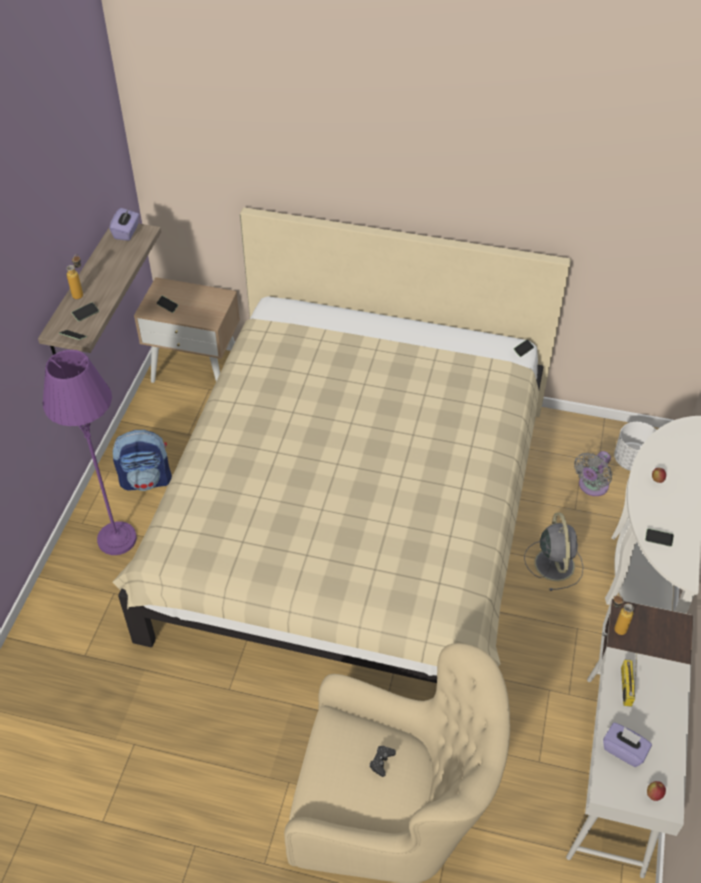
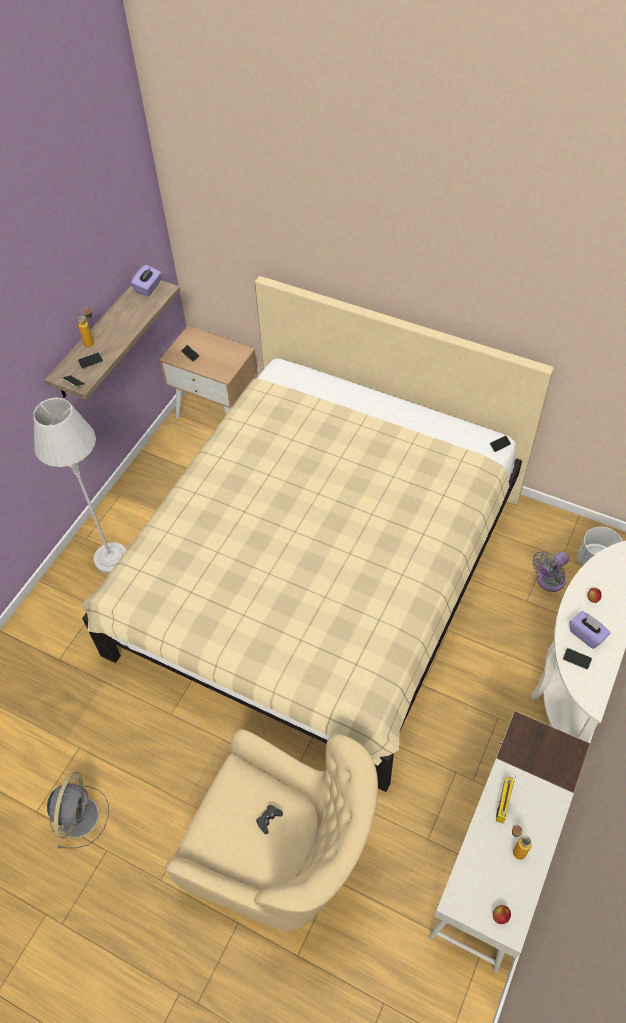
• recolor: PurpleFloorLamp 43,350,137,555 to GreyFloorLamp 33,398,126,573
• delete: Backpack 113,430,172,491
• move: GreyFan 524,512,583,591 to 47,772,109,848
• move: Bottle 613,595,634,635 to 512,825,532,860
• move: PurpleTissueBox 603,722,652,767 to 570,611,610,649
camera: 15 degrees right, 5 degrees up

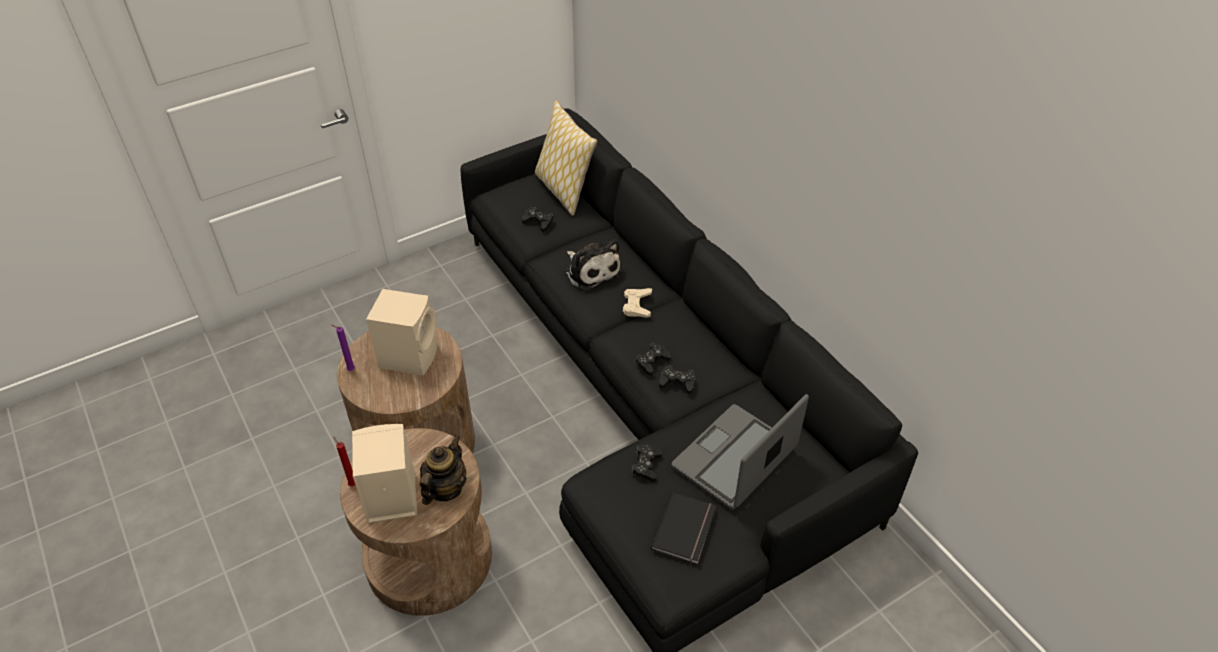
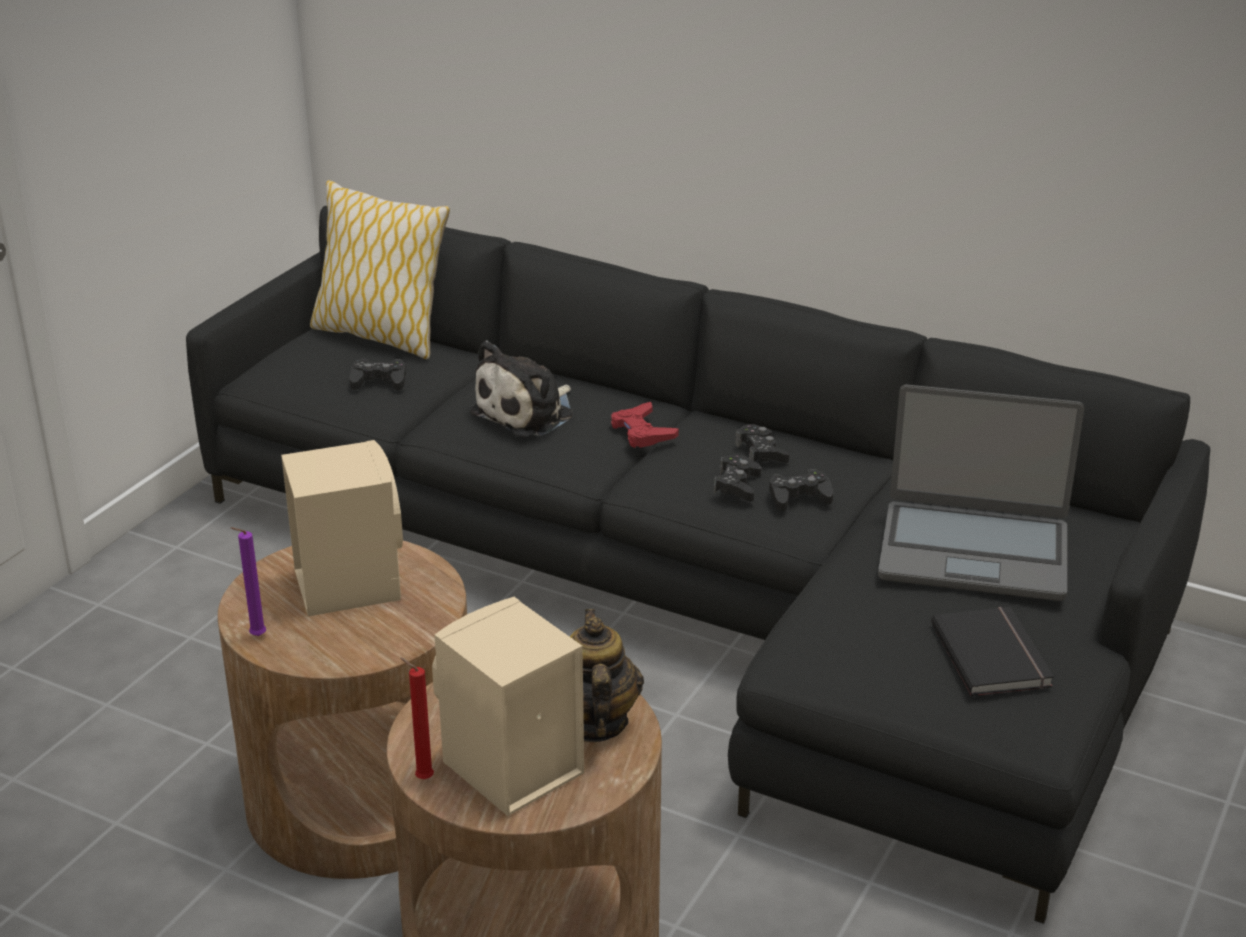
• rotate: PlushToy 564,239,622,292 = 470,340,573,437 105 degrees clockwise
• recolor: BeigeGameController 623,288,652,318 to RedGameController 611,402,679,448
• rotate: Laptop 671,394,809,510 = 878,385,1084,601 90 degrees counterclockwise
• move: BlackGameController 632,444,662,482 to 735,424,789,463
camera: 30 degrees left, 15 degrees down

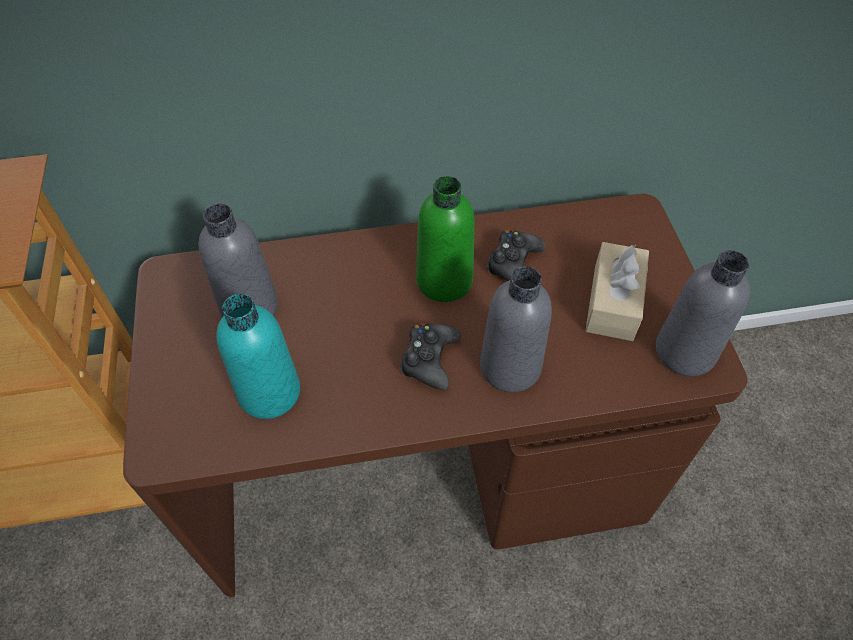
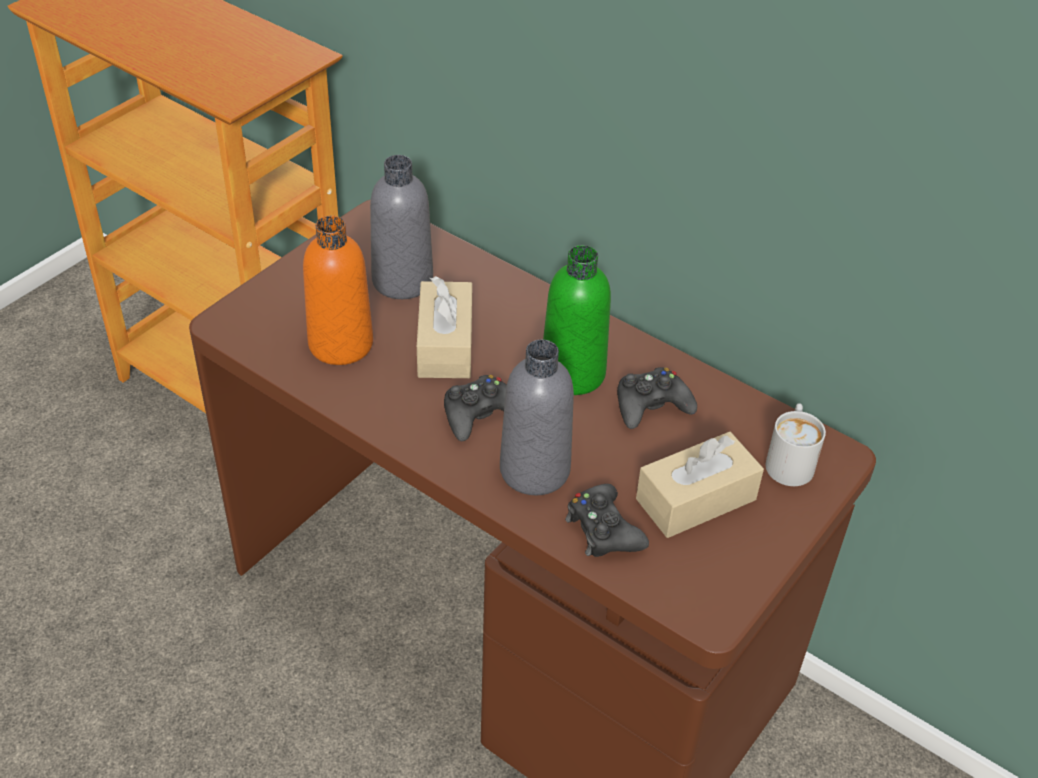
• delete: GreyBottle 656,250,750,376
• recolor: TurquoiseBottle 216,294,300,419 to OrangeBottle 303,216,373,365
• insert: BeigeTissueBox 417,276,472,378
• insert: WhiteMug 766,403,826,486
• insert: BlackGameController 565,484,649,557
camera: 45 degrees right, 10 degrees down

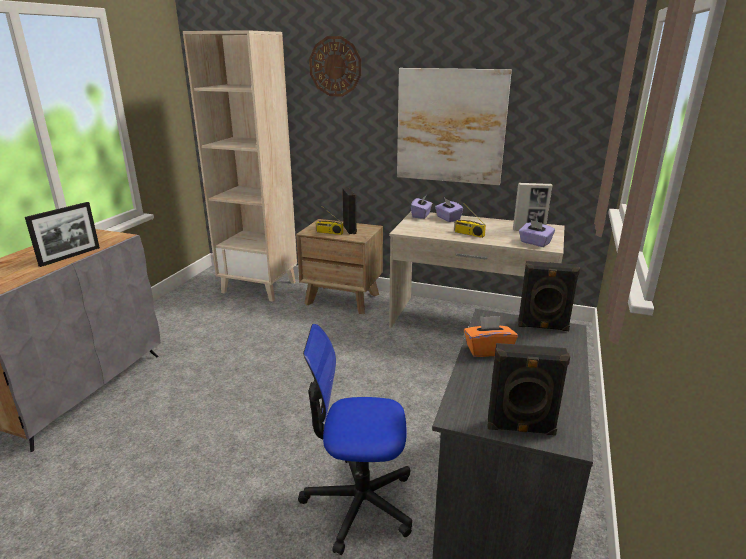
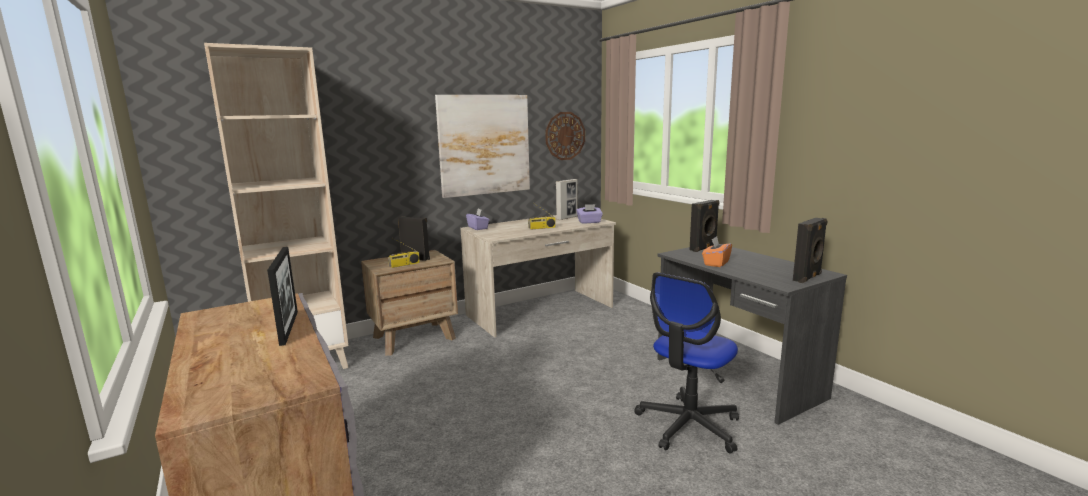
• move: WallClock 309,36,361,97 to 545,112,585,160
• delete: PurpleTissueBox 435,198,463,222
camera: 50 degrees left, 10 degrees down

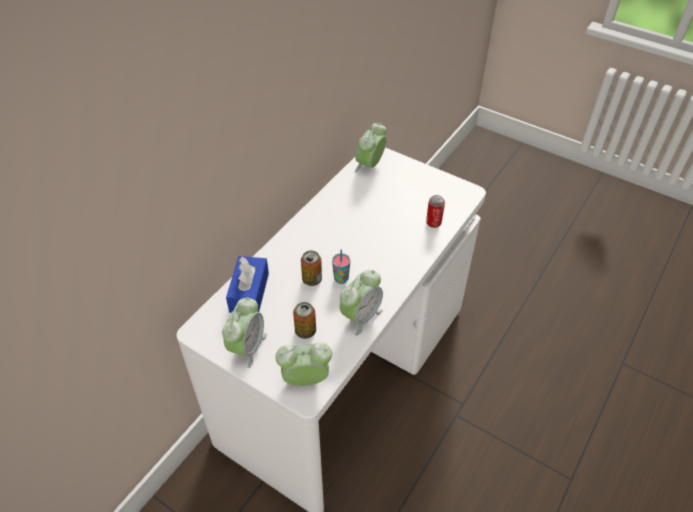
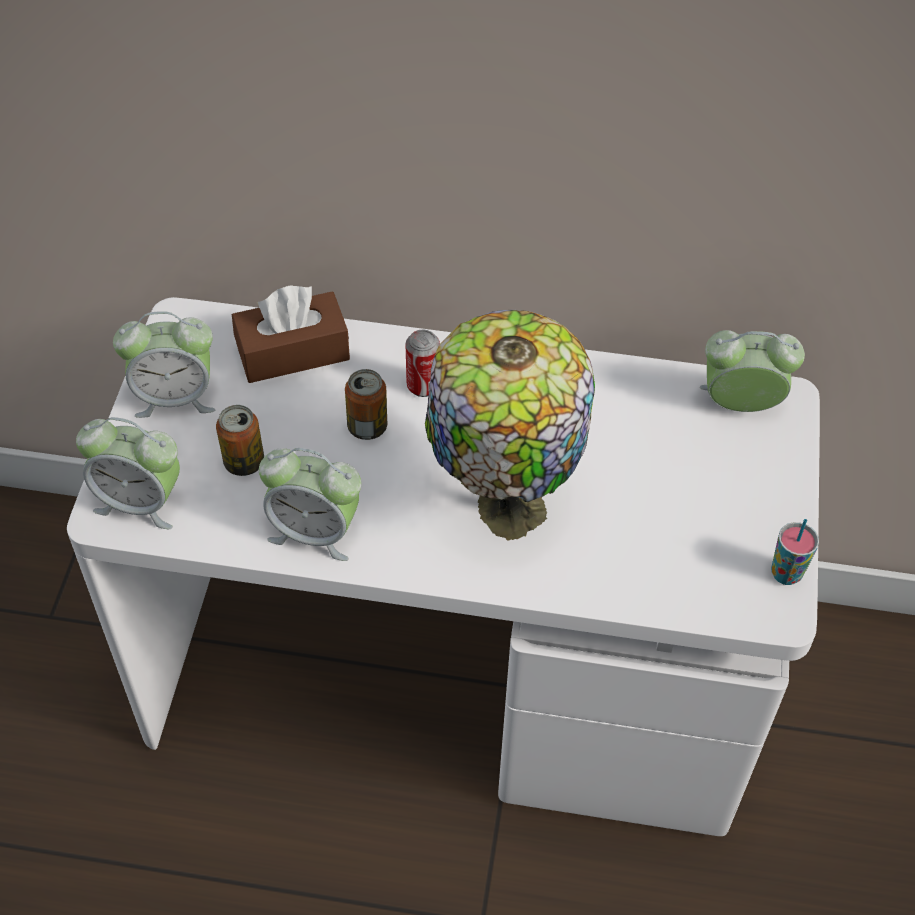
• move: Can 426,195,445,228 to 405,329,440,397
• move: Cup 332,249,350,284 to 771,519,819,585
• recolor: BlueTissueBox 226,256,269,313 to BrownTissueBox 232,285,350,383
• rotate: AlarmClock 275,342,332,386 = 76,417,180,529 135 degrees clockwise
• insert: TableLamp 425,310,595,541
camera: 65 degrees right, 5 degrees up

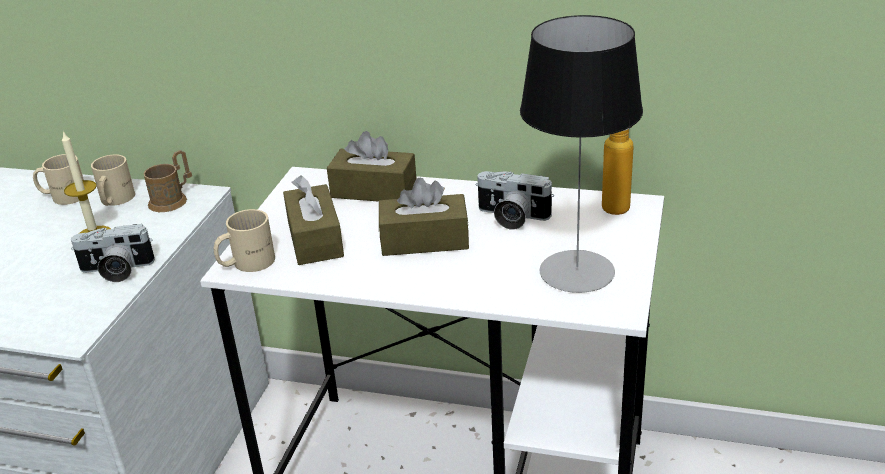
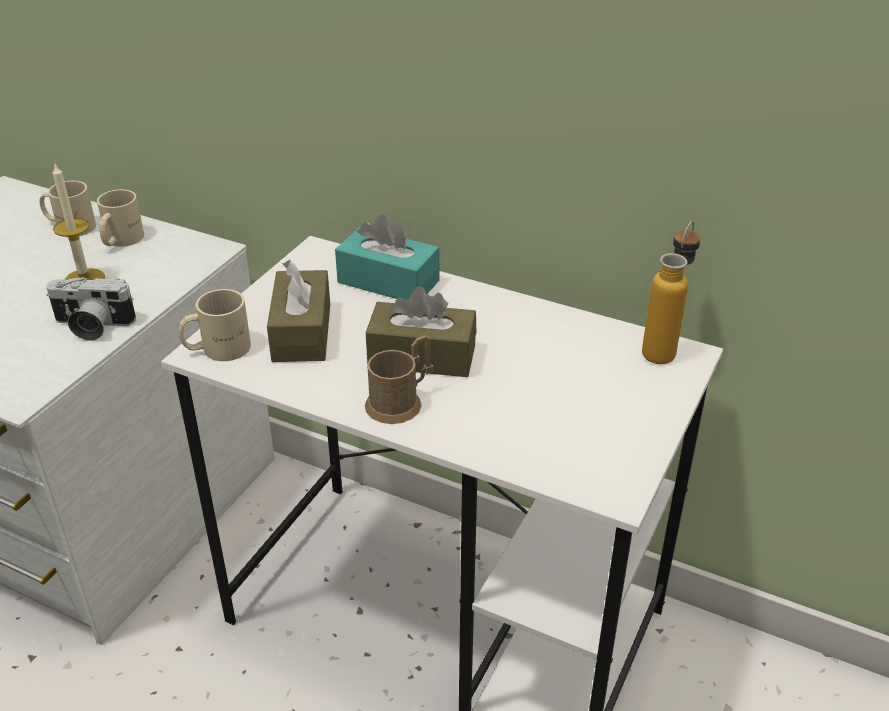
• delete: TableLamp 520,15,643,293
• recolor: BrownTissueBox 327,131,416,202 to TurquoiseTissueBox 335,215,439,300
• move: BrownMug 144,150,192,212 to 365,335,434,424
• delete: PhotoCamera 476,171,554,230
camera: 10 degrees right, 5 degrees up

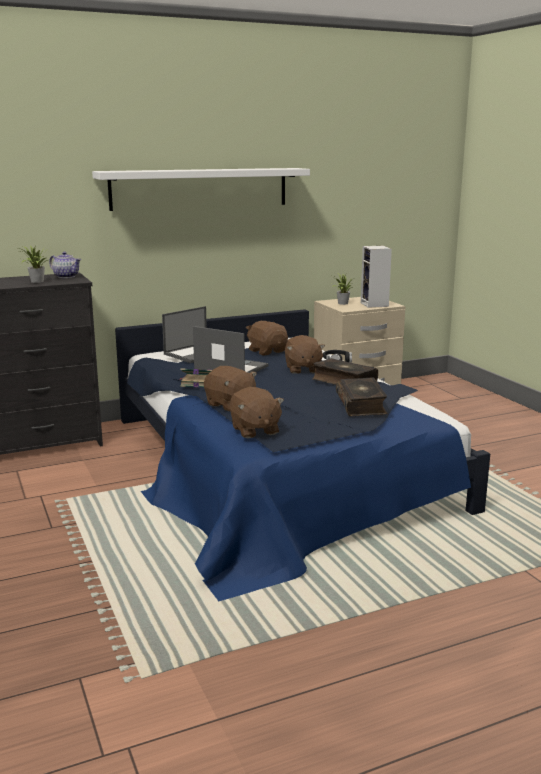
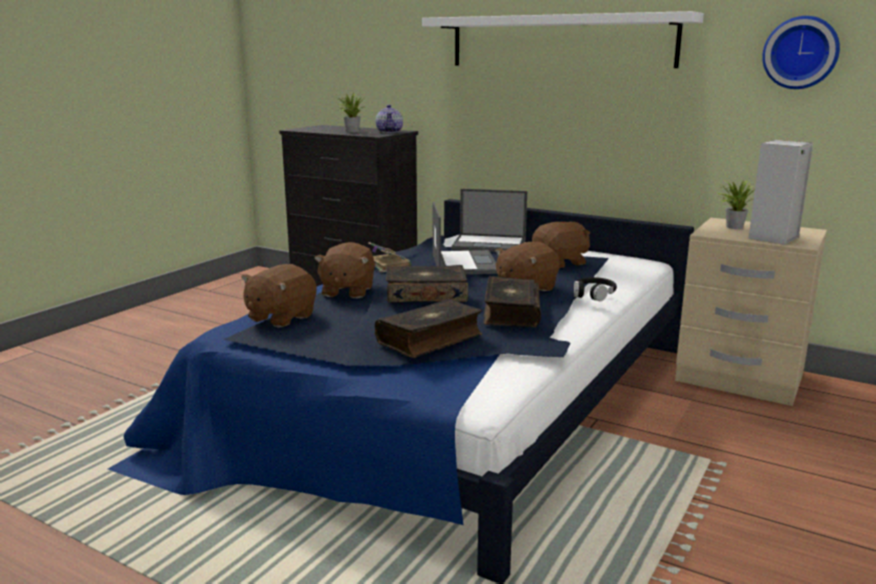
• rotate: BrownPlushToy 246,321,288,356 = 532,222,590,268 45 degrees clockwise
• insert: WallClock 762,16,840,89
• insert: Book 386,265,468,303
camera: 55 degrees right, 0 degrees up

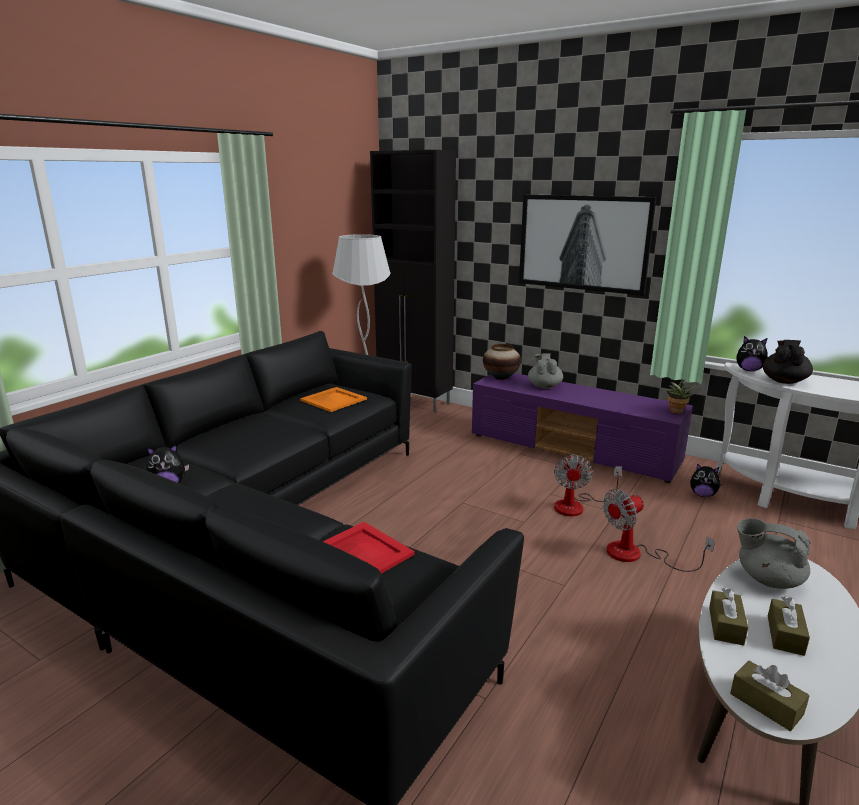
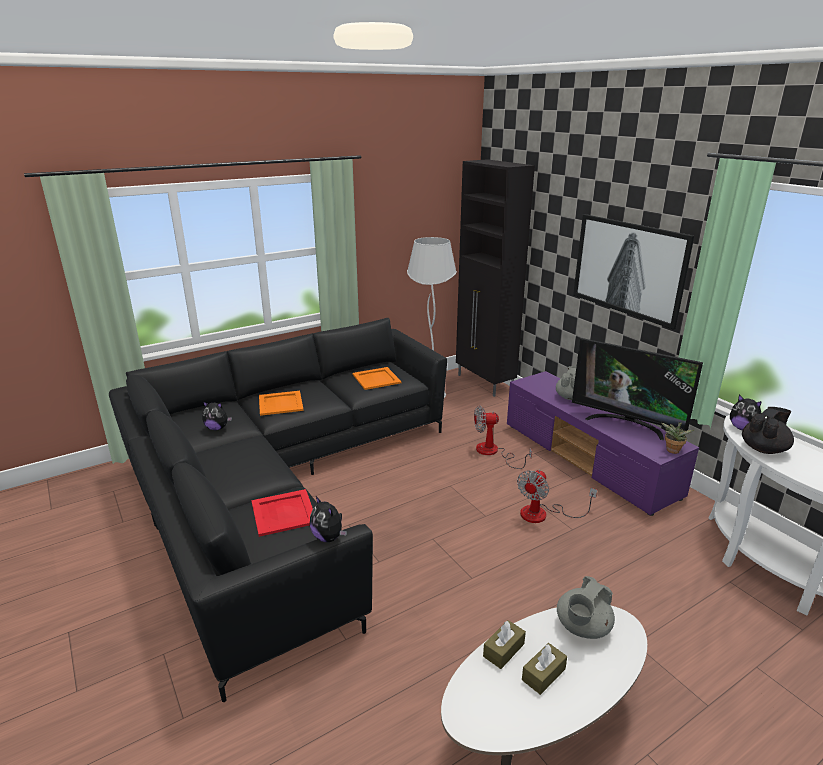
• delete: Vase 483,344,521,380
• move: PlushToy 690,464,722,497 to 310,496,347,542
• move: Fan 603,489,715,572 to 474,405,532,469
• rotate: GreyTeapot 737,518,811,589 = 557,576,615,639 105 degrees counterclockwise
• delete: BrownTissueBox 730,661,810,731
• insert: Television 572,338,703,440
• insert: OrangeTray 259,391,304,416
camera: 25 degrees right, 5 degrees up

